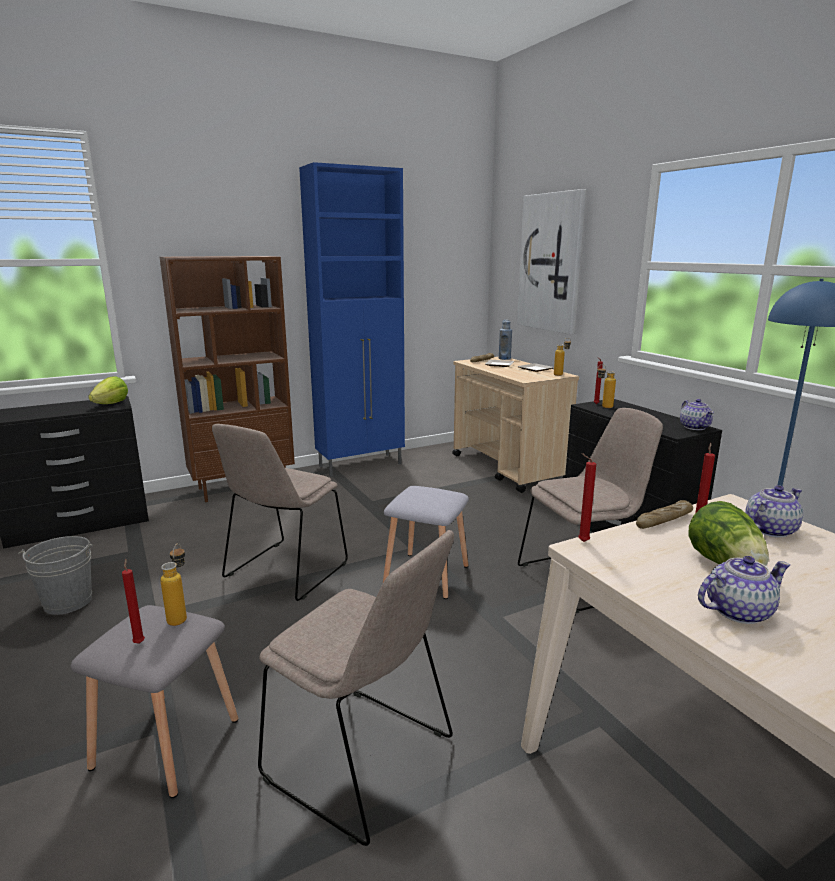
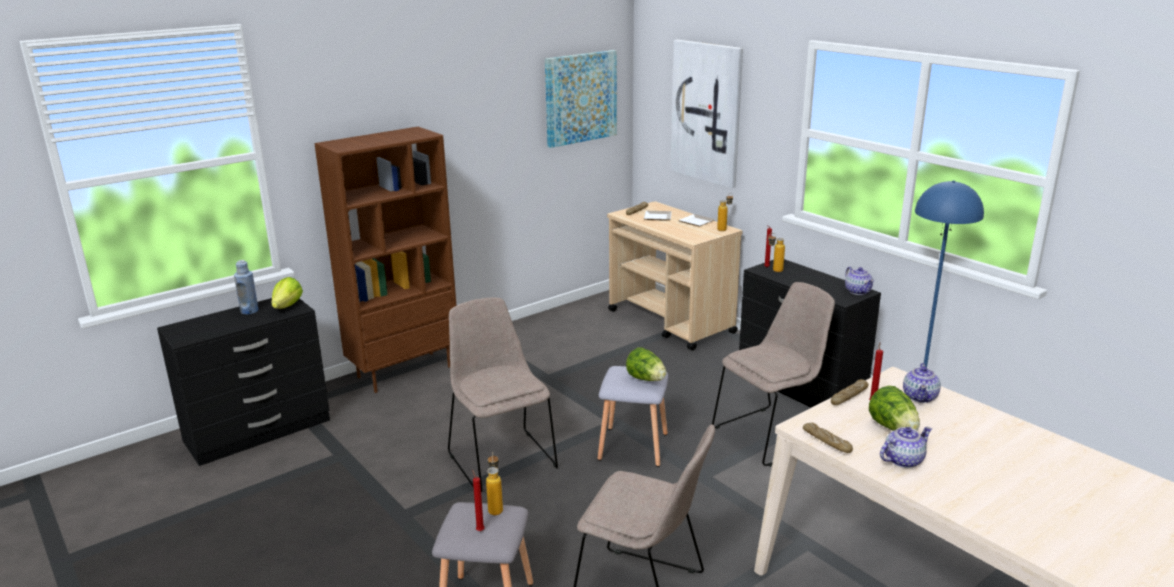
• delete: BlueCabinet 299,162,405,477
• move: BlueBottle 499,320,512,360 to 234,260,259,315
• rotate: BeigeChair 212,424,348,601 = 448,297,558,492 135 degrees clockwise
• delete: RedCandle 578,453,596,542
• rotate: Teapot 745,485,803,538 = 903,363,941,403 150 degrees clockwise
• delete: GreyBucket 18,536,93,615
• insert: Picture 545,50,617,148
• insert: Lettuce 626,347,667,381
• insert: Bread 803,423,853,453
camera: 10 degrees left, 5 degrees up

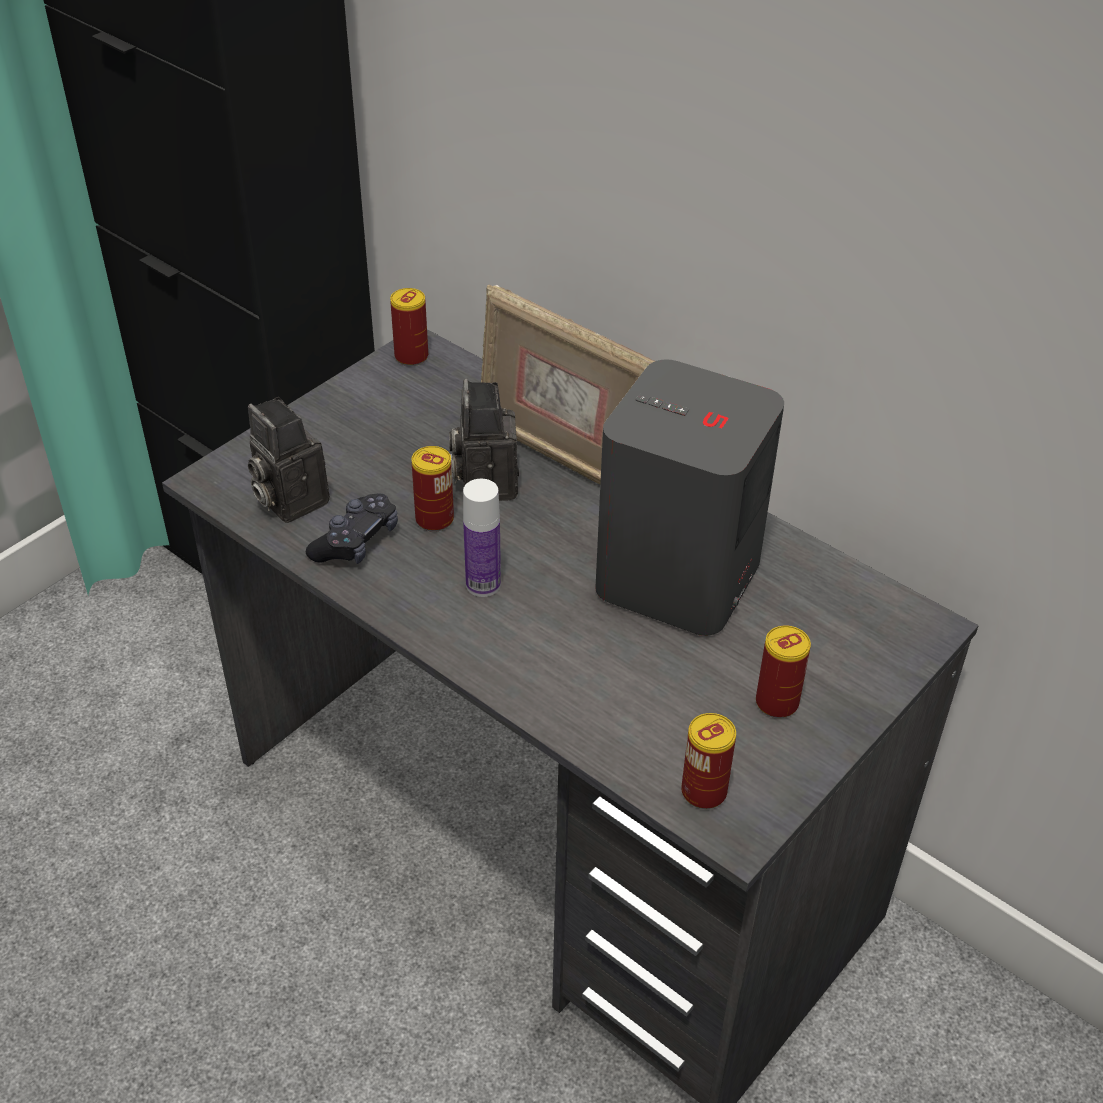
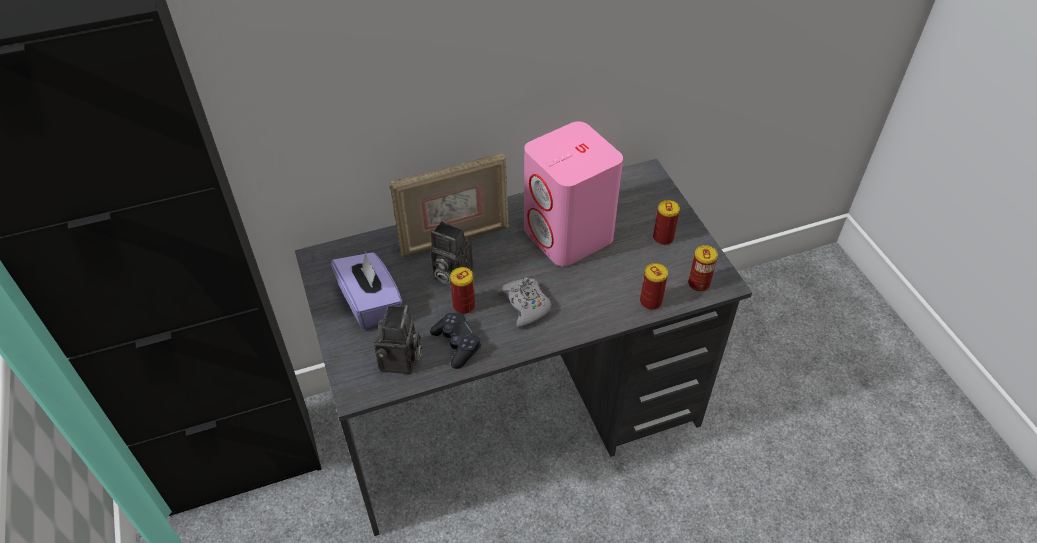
• move: Can 390,288,428,366 to 640,263,668,310
• recolor: GreySpeaker 595,359,784,636 to PinkSpeaker 524,121,623,267
• rotate: PhotoCamera 248,397,330,523 = 374,305,422,374 75 degrees counterclockwise
• replace: Bottle 463,479,501,597 to GreyGameController 496,277,551,328
• insert: PurpleTissueBox 331,252,402,329
camera: 60 degrees left, 5 degrees up

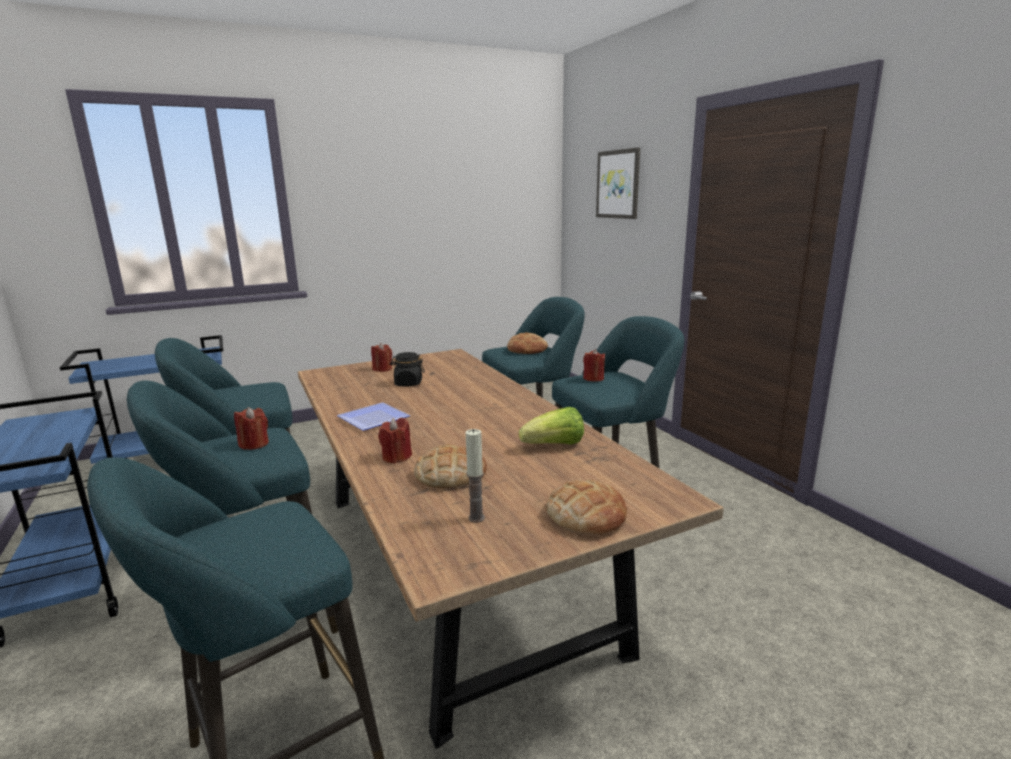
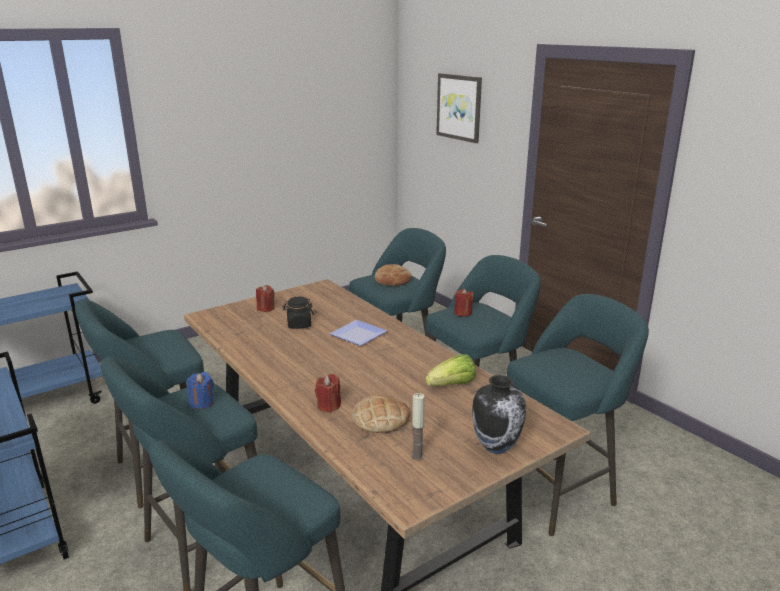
• move: Plate 337,402,410,431 to 329,320,388,346
• recolor: RedCandle 234,407,269,450 to BlueCandle 187,372,214,409
• replace: Bread 546,479,627,535 to Vase 472,375,526,454
• insert: TurquoiseStool 507,294,649,536
camera: 10 degrees left, 5 degrees up

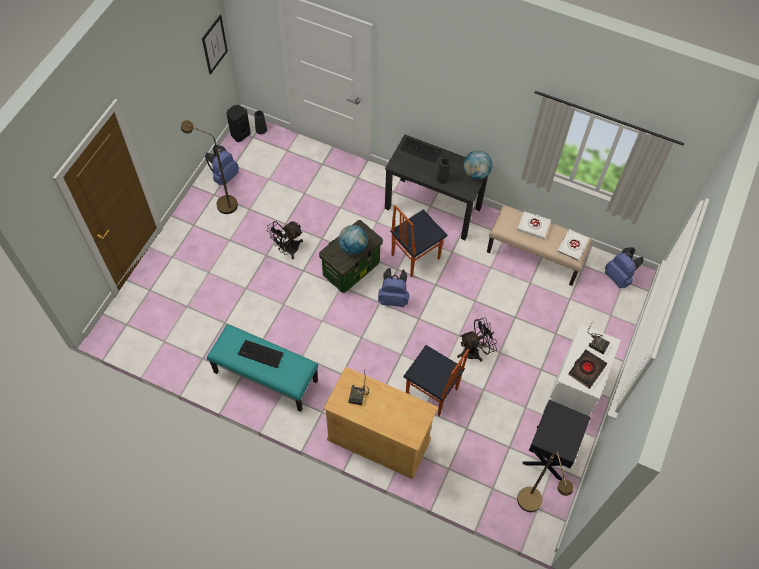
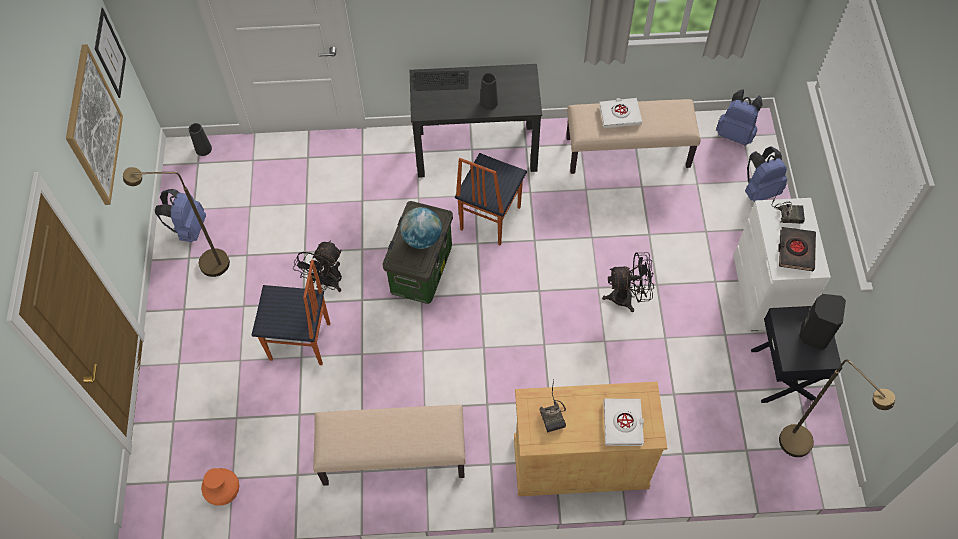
• move: BlackSpeaker 226,105,251,142 to 800,294,846,350
• delete: Globe 463,150,493,180
• move: WhiteBook 557,229,589,262 to 603,399,644,446
• move: BlueBackpack 378,268,409,307 to 745,147,787,202
• rotate: BlackFan 457,317,497,362 = 602,252,654,312 45 degrees clockwise
• recolor: TurquoiseBench 207,324,318,412 to BeigeBench 313,405,466,486
• delete: Keyboard 238,340,284,368
• move: Chair 403,345,469,416 to 252,260,330,365
• insert: Picture 66,45,123,205
• insert: OrangeVase 201,468,239,506
camera: 25 degrees left, 0 degrees up

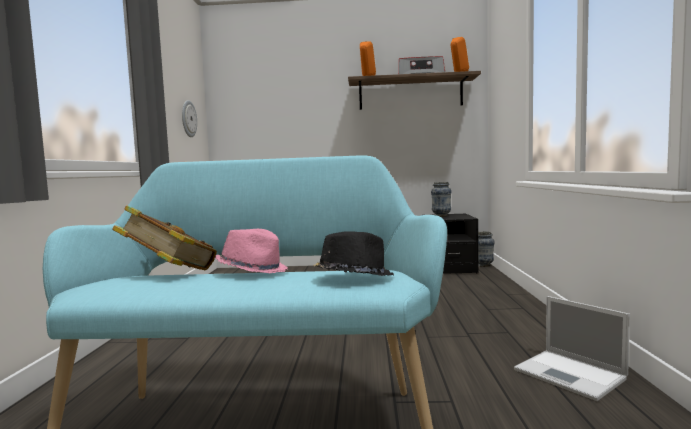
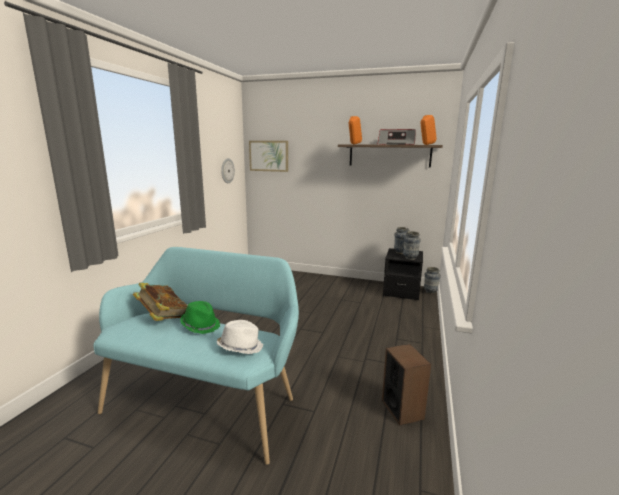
• recolor: PinkHat 215,229,288,273 to GreenHat 180,301,220,334
• recolor: BlackHat 313,231,394,276 to WhiteHat 216,320,264,354
• replace: Laptop 514,296,630,401 to Speaker 382,344,431,425
• insert: Picture 249,141,288,172
• insert: Vase 403,231,421,260
camera: 15 degrees right, 10 degrees up

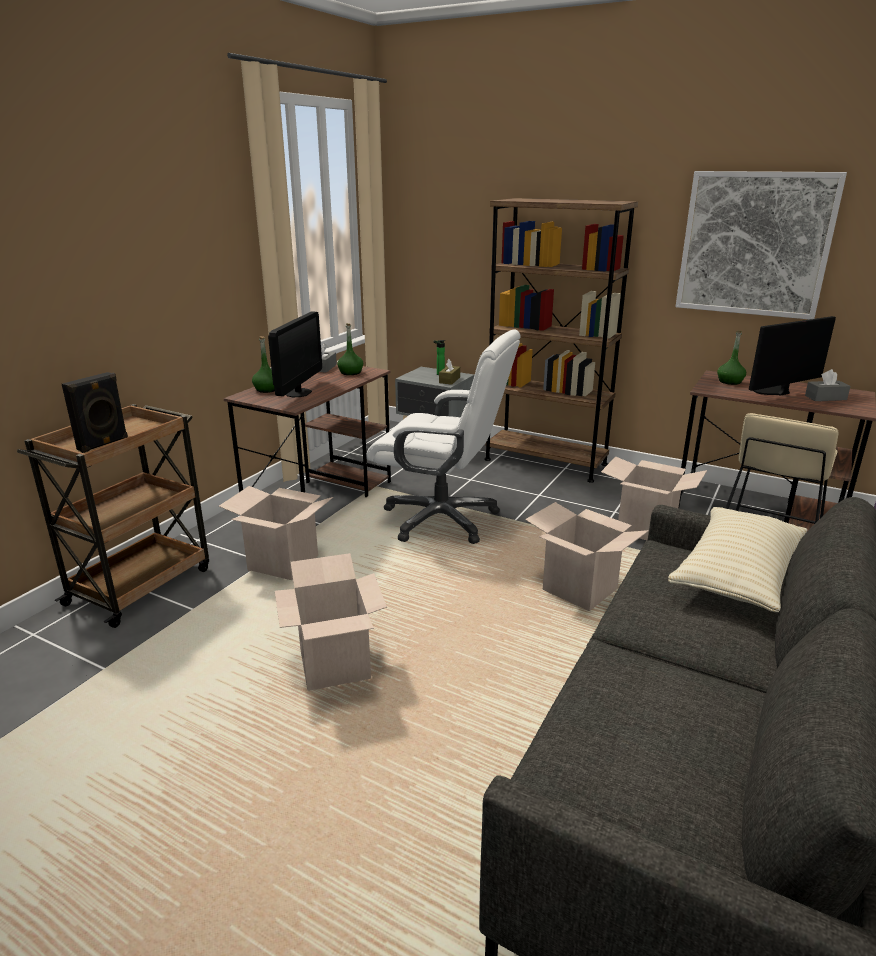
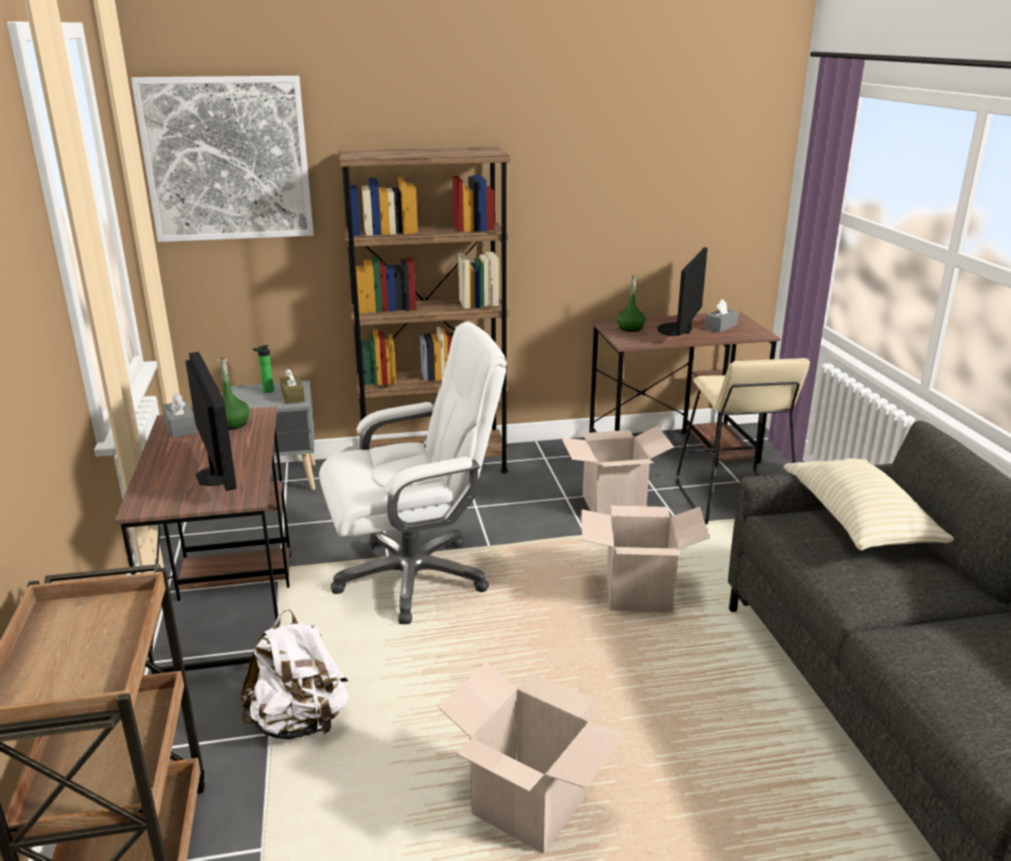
• move: Picture 675,171,847,320 to 131,76,314,242
• delete: GreenBottle 252,336,275,393
• delete: BlackSpeaker 62,372,128,453
• replace: CardboardBox 219,486,333,580 to WhiteBackpack 241,609,349,739
camera: 40 degrees left, 0 degrees up

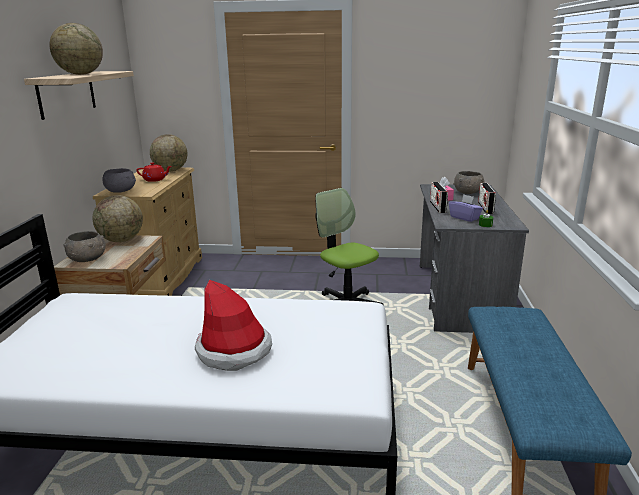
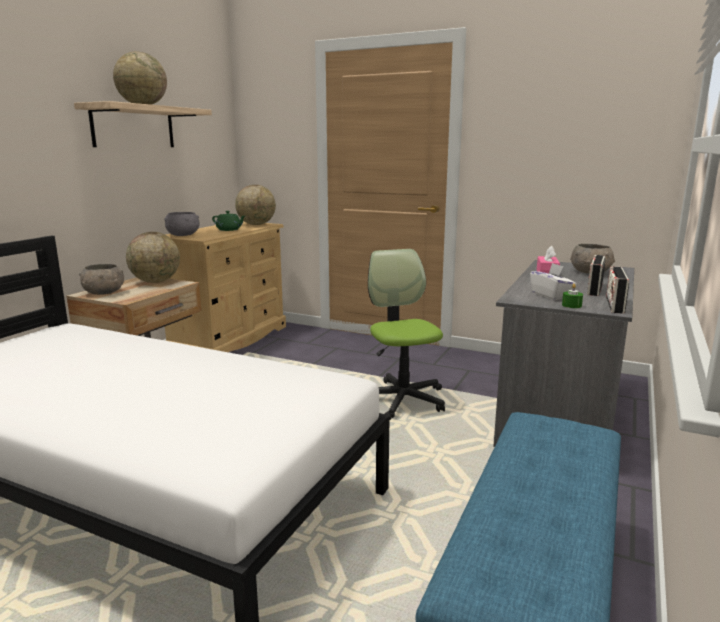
• recolor: RedTeapot 136,162,172,182 to GreenTeapot 212,211,245,231
• move: Radio 430,182,448,213 to 606,266,629,313
• recolor: PurpleTissueBox 449,194,483,222 to WhiteTissueBox 530,263,576,300
• delete: Hat 195,280,272,371
camera: 20 degrees right, 5 degrees down

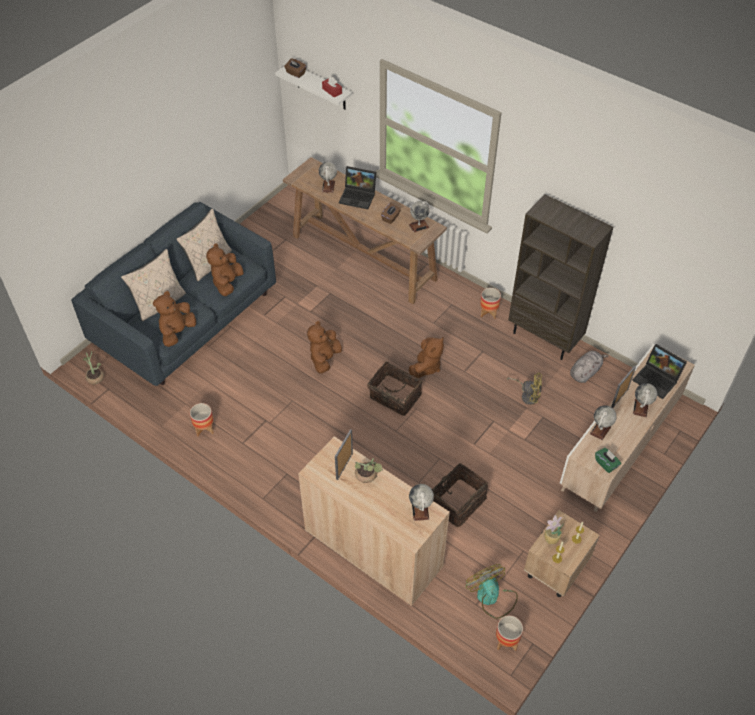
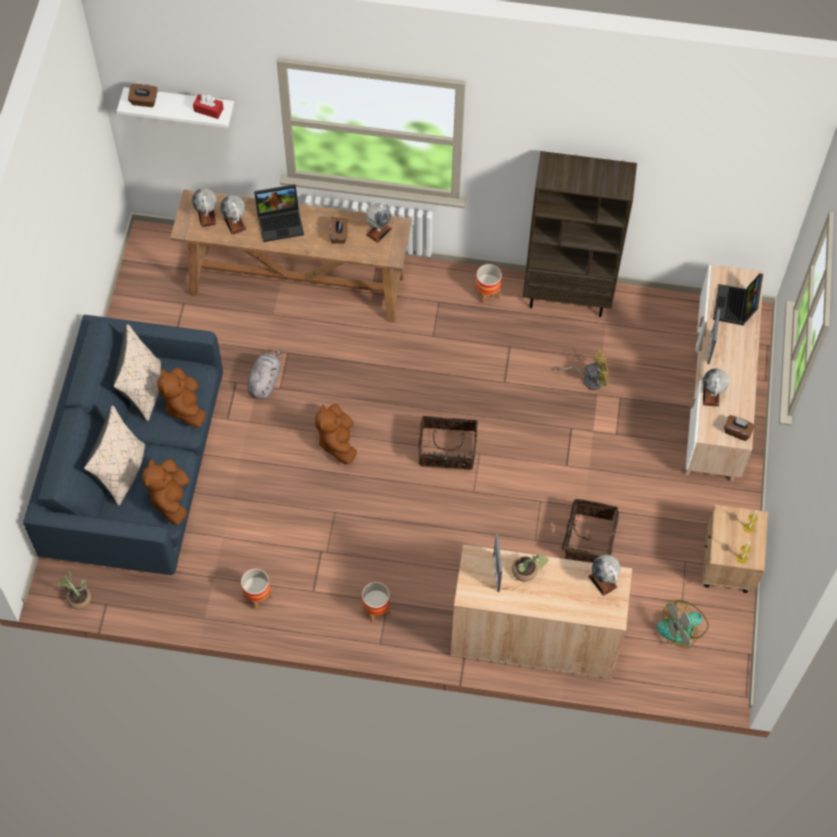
• delete: BrownPlushToy 409,337,444,378
• rotate: Laptop 632,344,687,399 = 713,273,763,326 90 degrees clockwise
• move: GreyPlushToy 570,351,609,383 to 247,350,283,399
• move: Globe 633,383,657,417 to 192,188,217,228
• recolor: GreenTissueBox 595,448,621,473 to BrownTissueBox 724,415,755,441
• delete: PottedPlant 544,515,564,545
• rotate: Fan 466,564,518,619 = 657,600,709,648 60 degrees counterclockwise
• move: Planter 496,615,523,651 to 362,582,390,622
camera: 30 degrees left, 10 degrees up

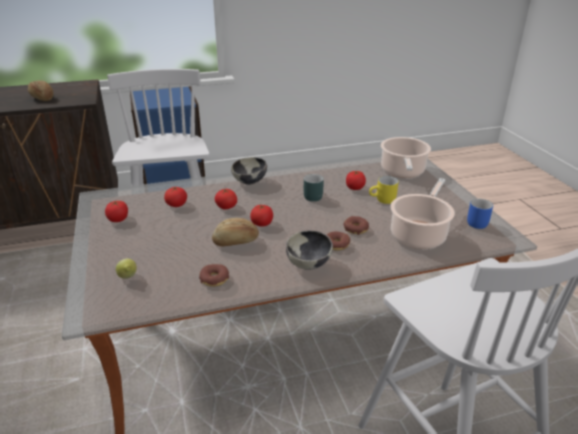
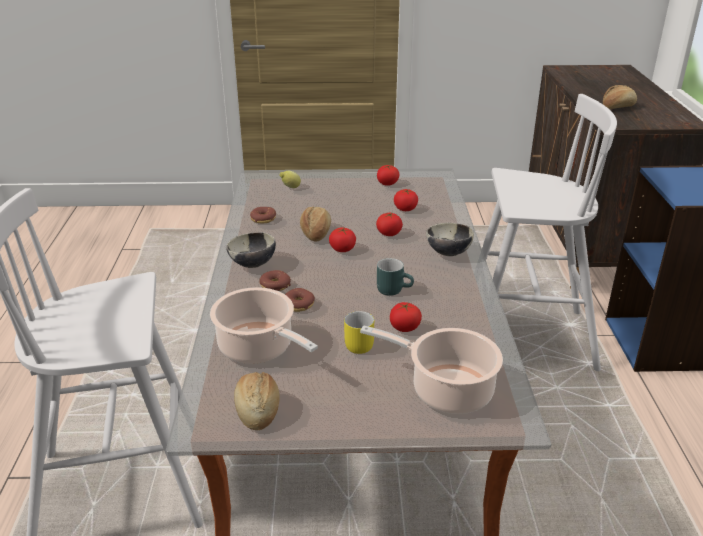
• replace: BlueMug 467,199,493,229 to Bread 234,372,280,430
camera: 105 degrees right, 0 degrees up

